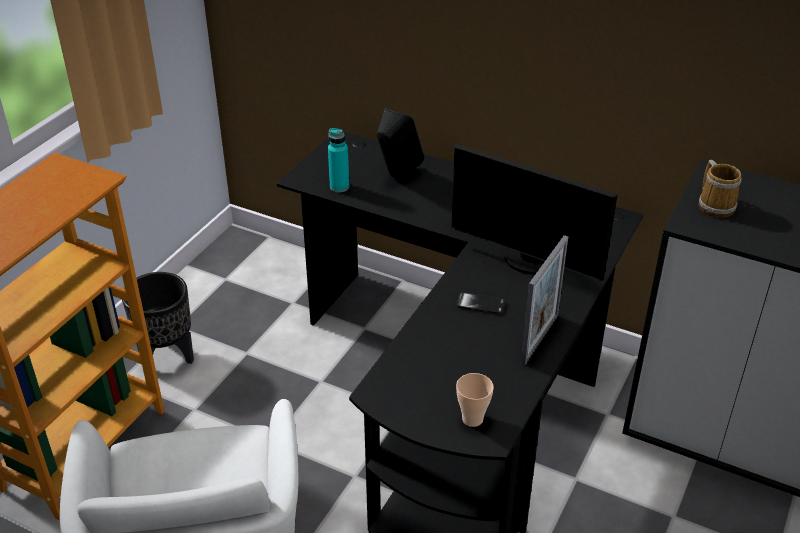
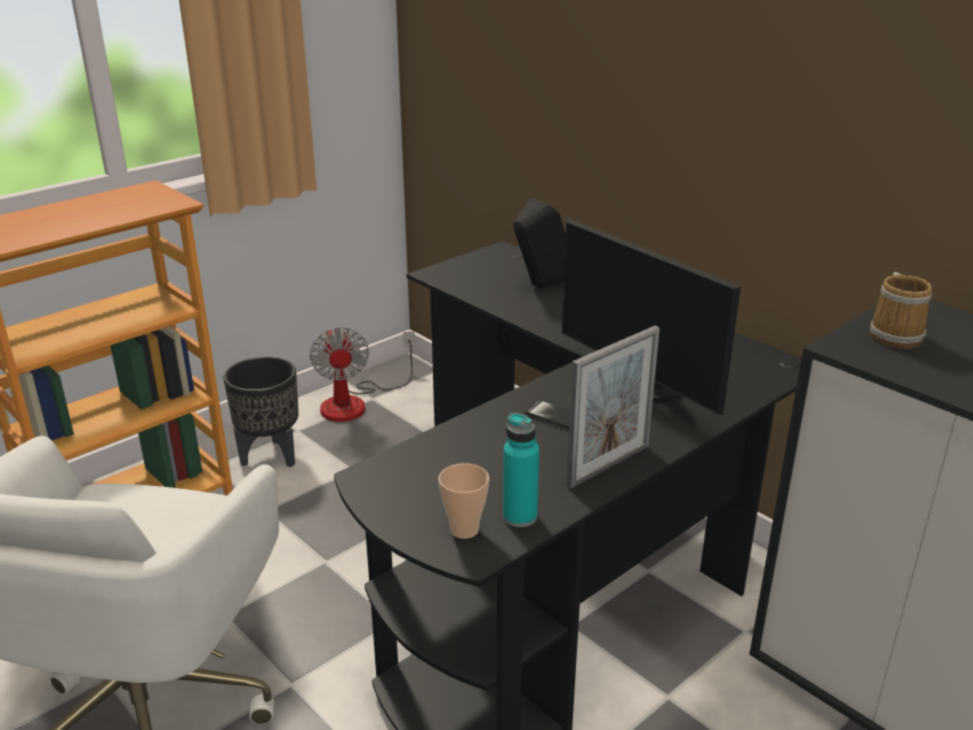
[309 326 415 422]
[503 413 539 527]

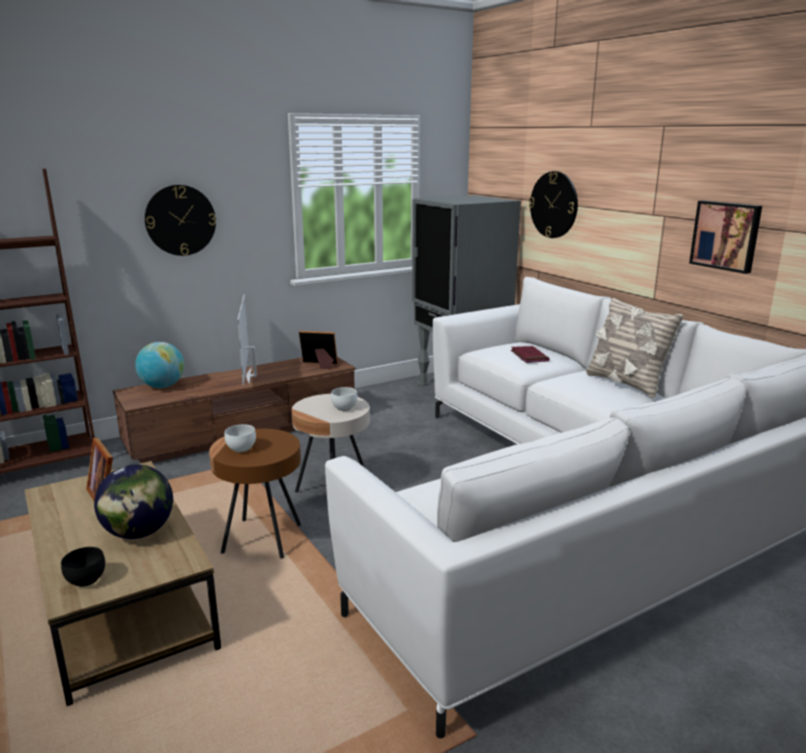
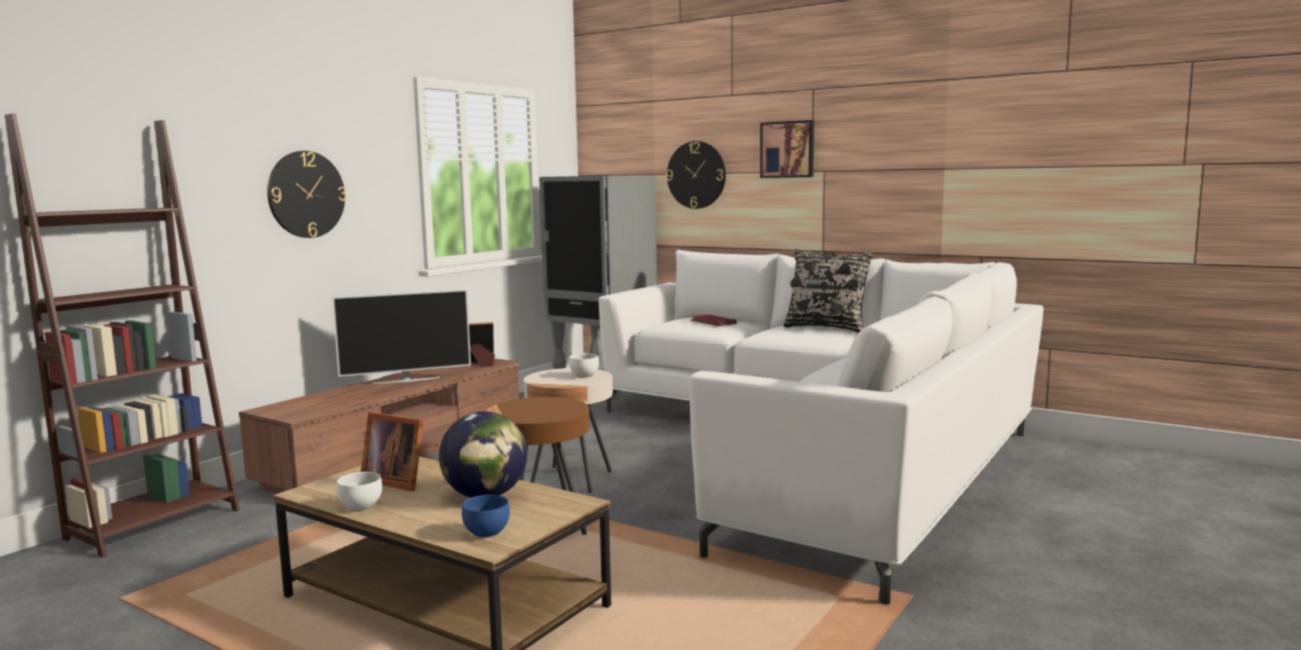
[332 290 471 384]
[337 472 382 511]
[462 495 510 538]
[760 120 814 178]
[784 249 873 333]
[135 342 184 388] (first image)

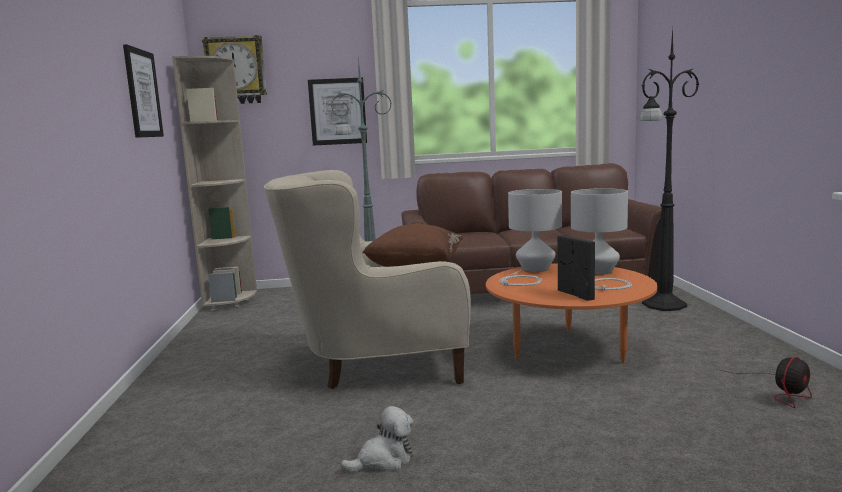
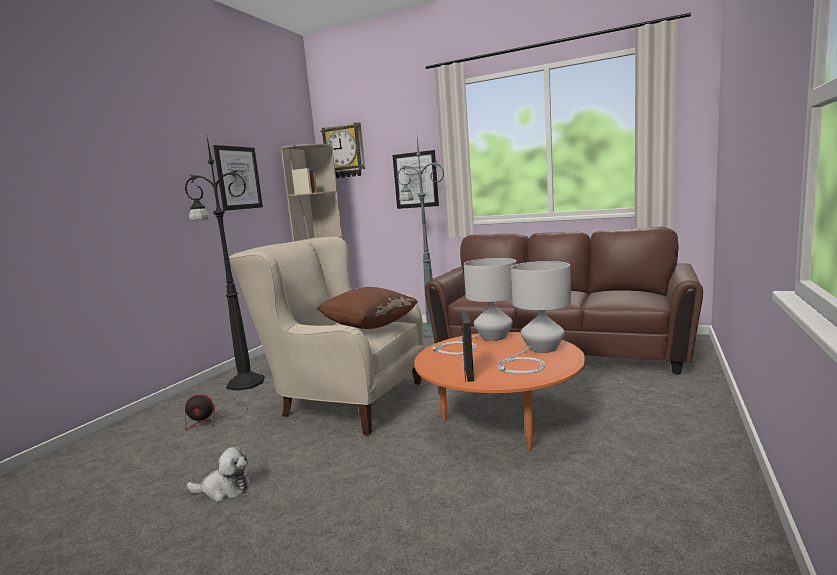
[184 137 265 391]
[185 394 248 429]

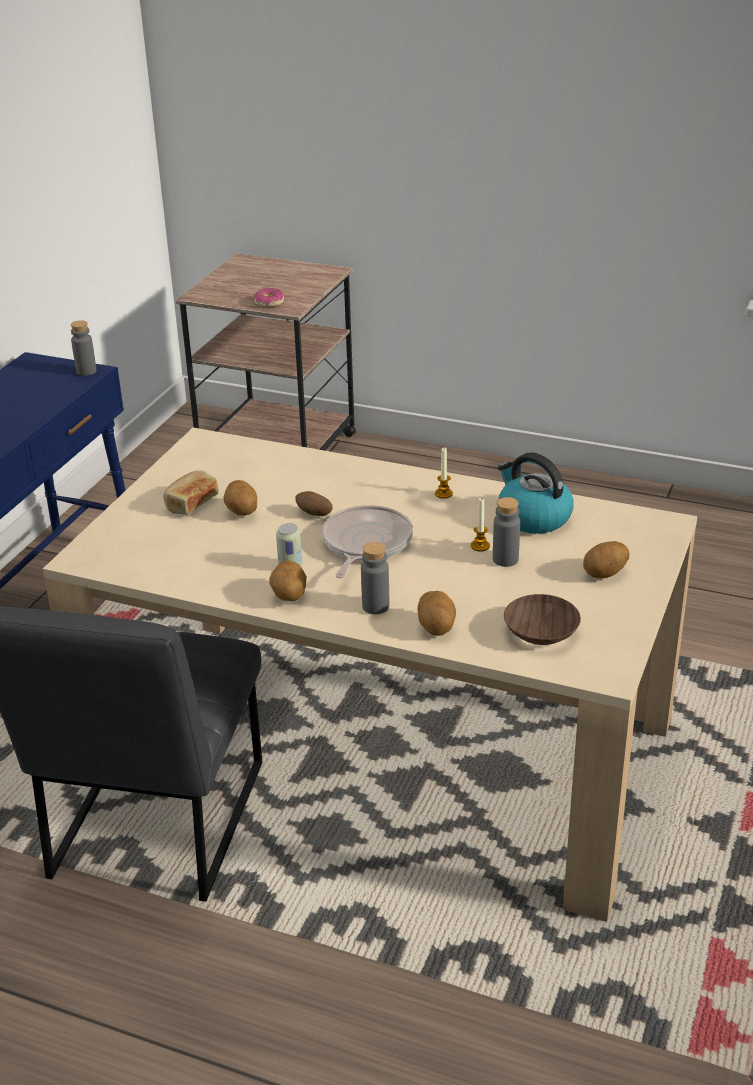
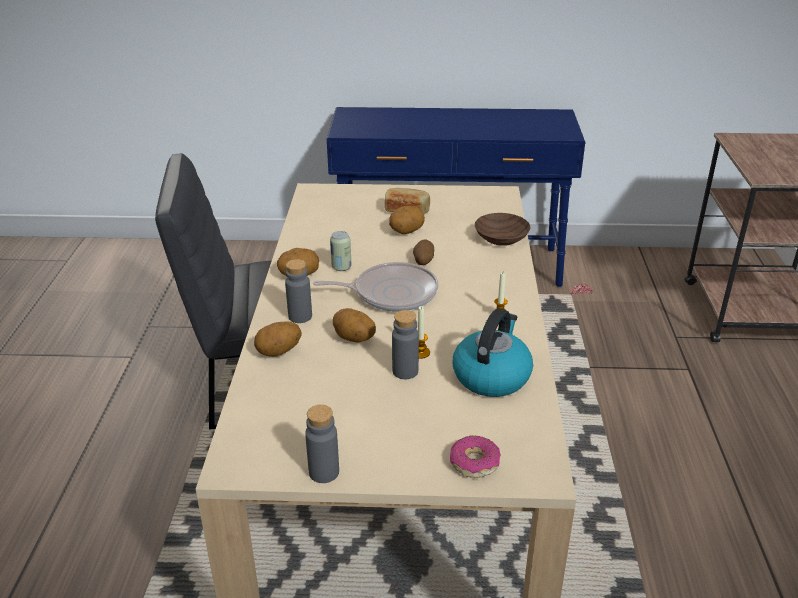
[305 405 339 483]
[333 308 376 342]
[450 435 501 478]
[475 213 531 246]

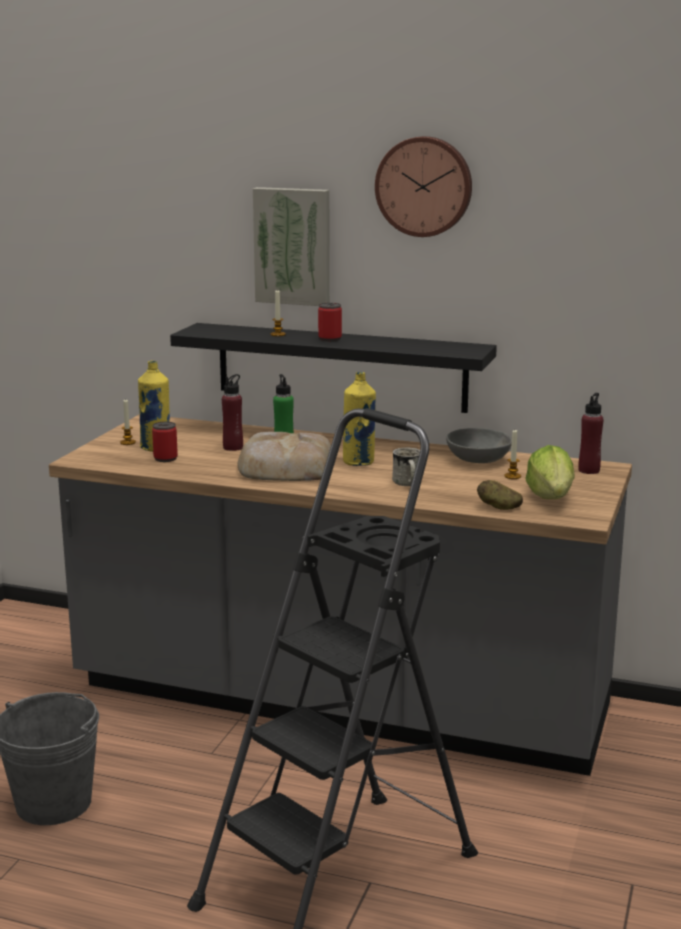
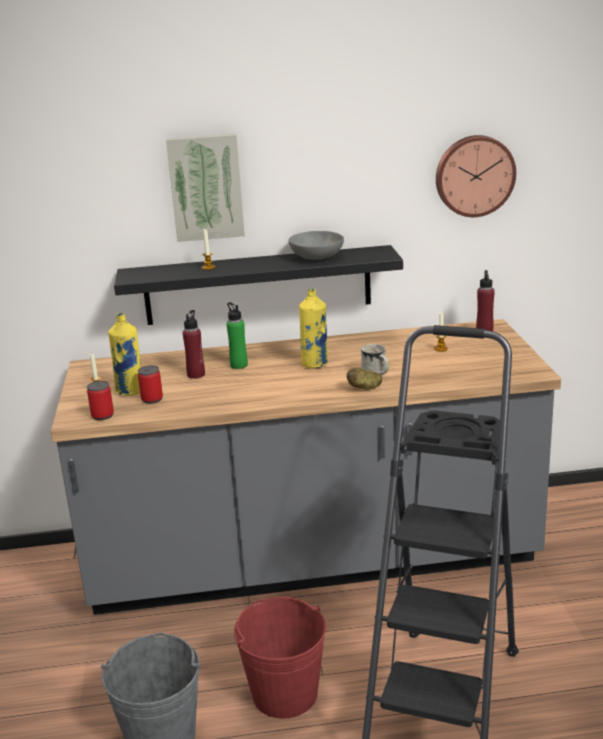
[87 381 114 420]
[234 597 326 719]
[289 231 344 260]
[347 368 382 390]
[436 135 516 217]
[237 432 331 481] (first image)
[525 445 574 499] (first image)

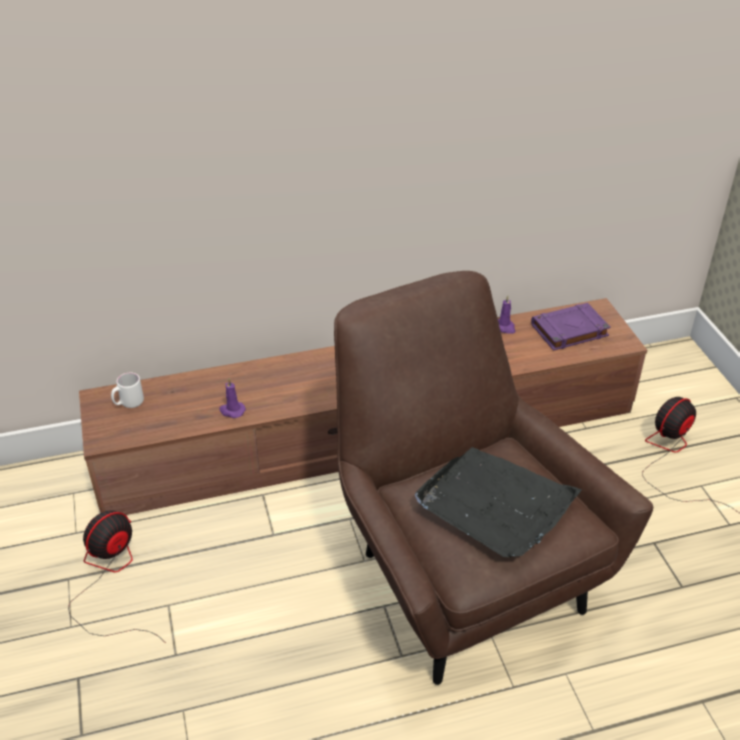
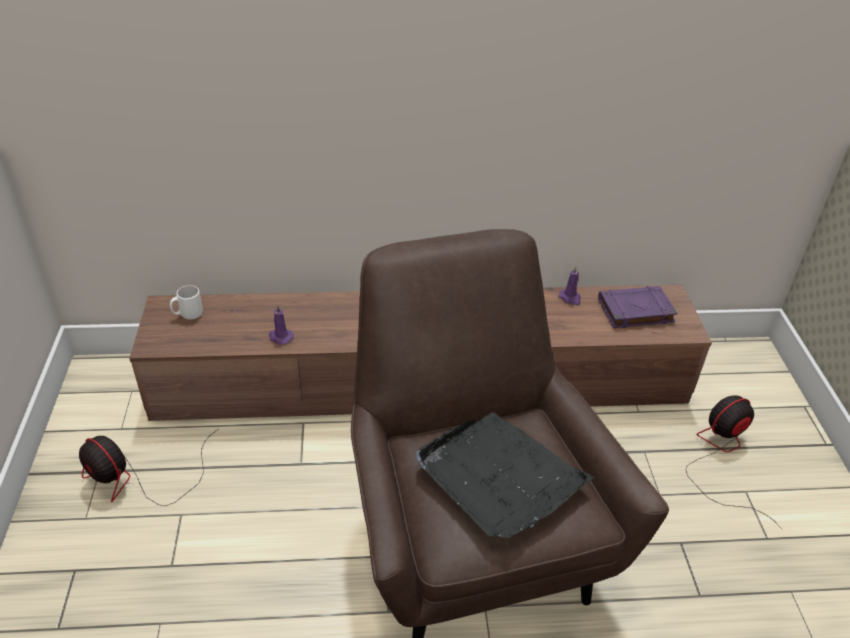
[79 429 218 506]

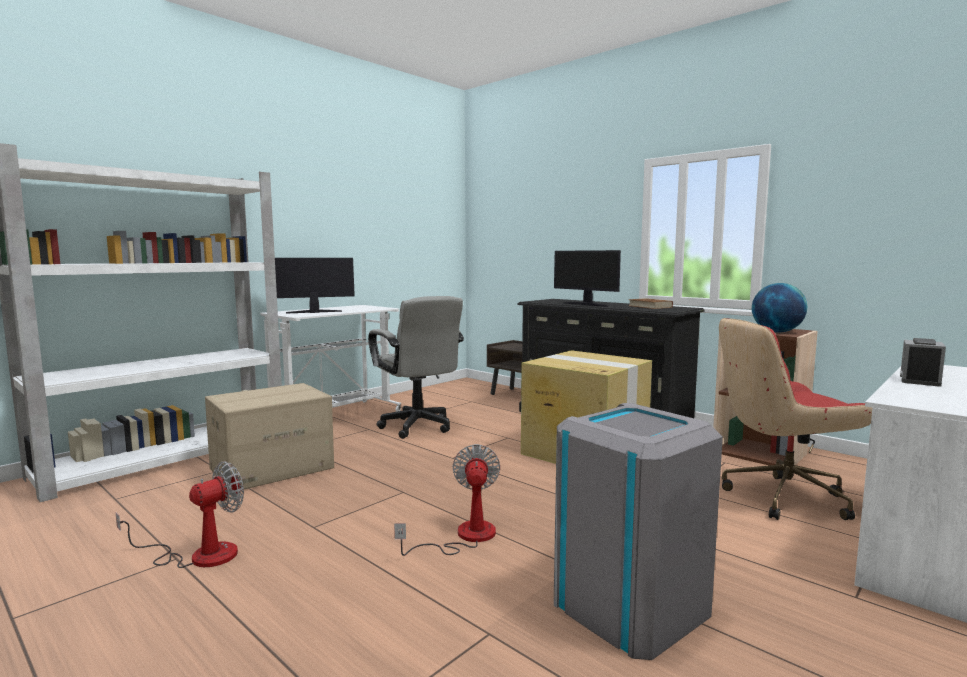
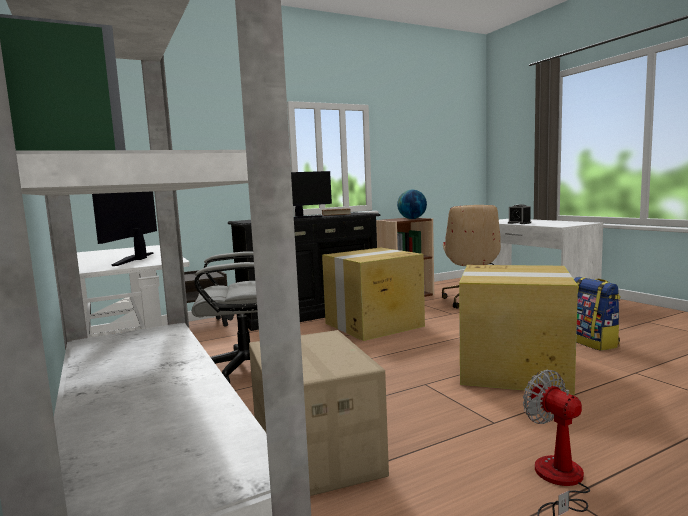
[459 265 578 395]
[574 277 621 351]

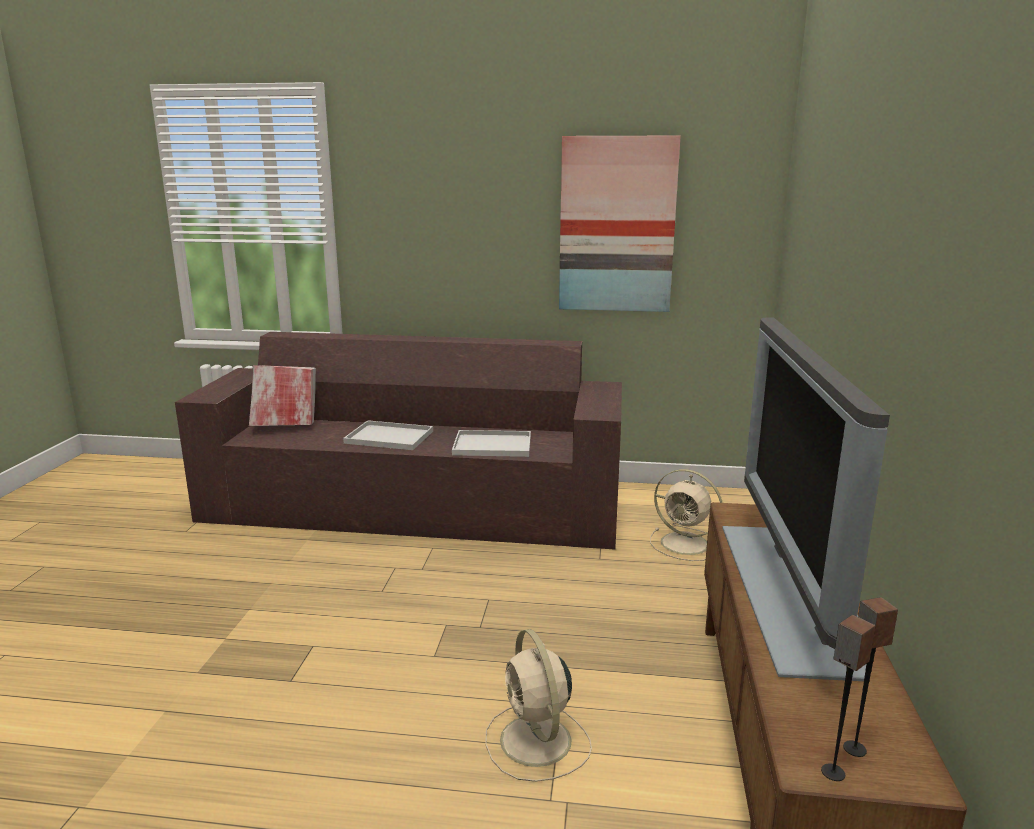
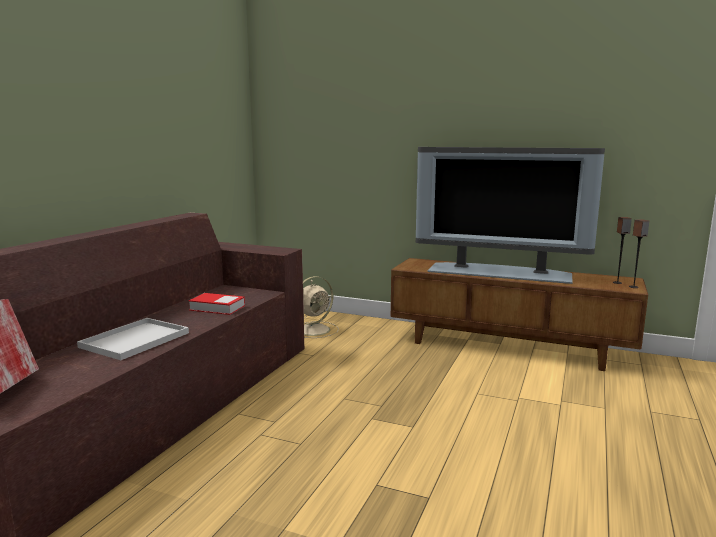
[189 293 245 315]
[485 629 592 782] (first image)
[559 136 681 312] (first image)

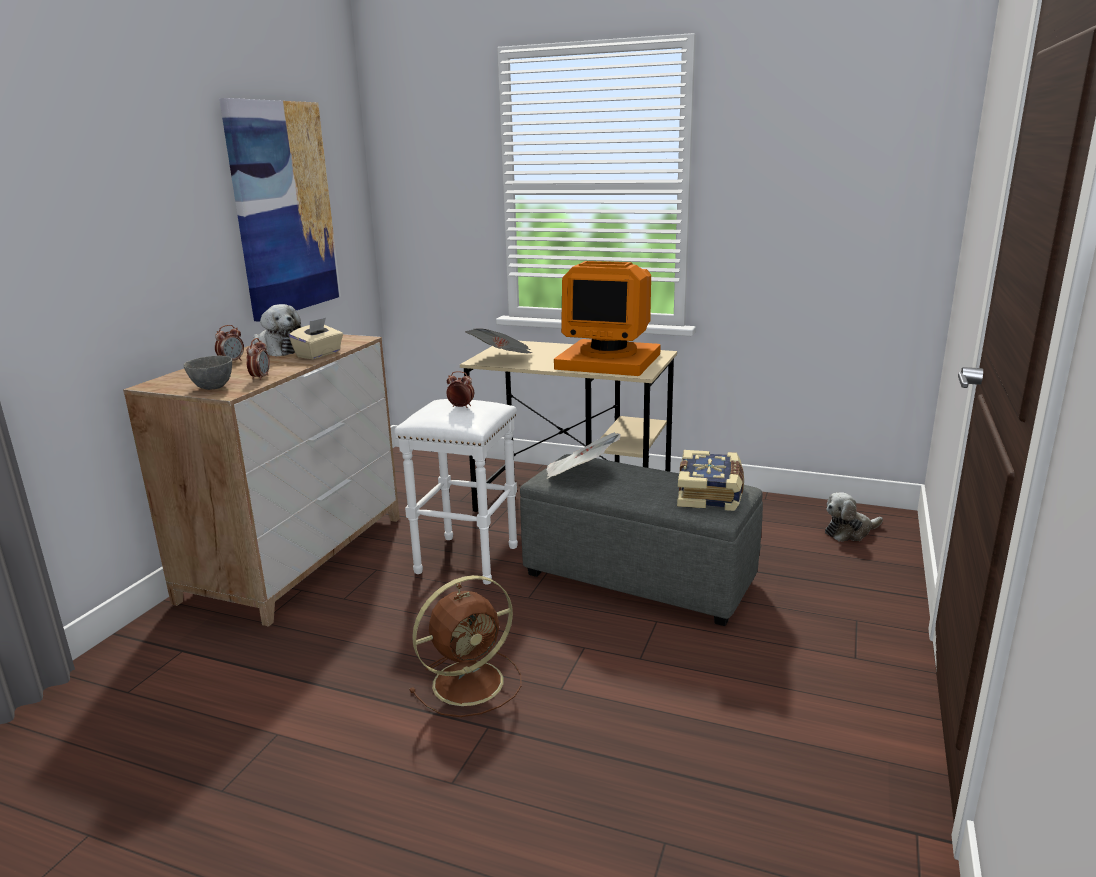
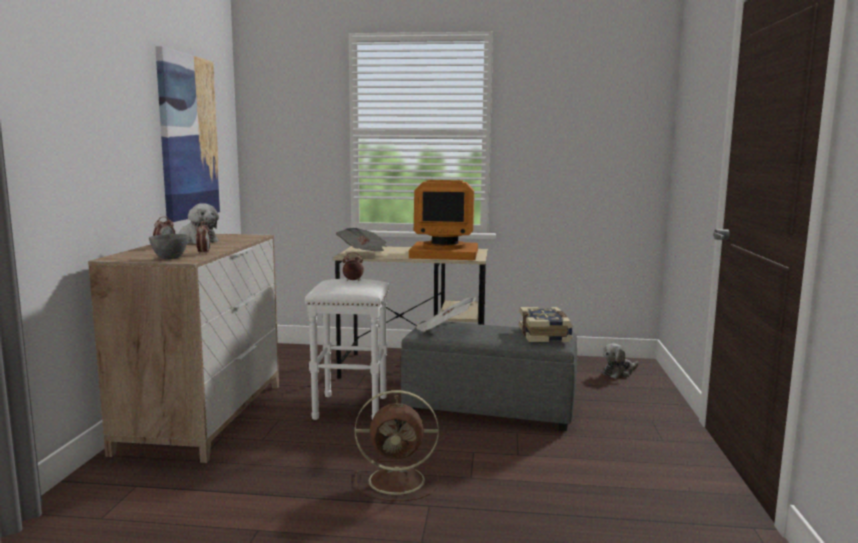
[355 390 439 501]
[289 318 343 359] (first image)

